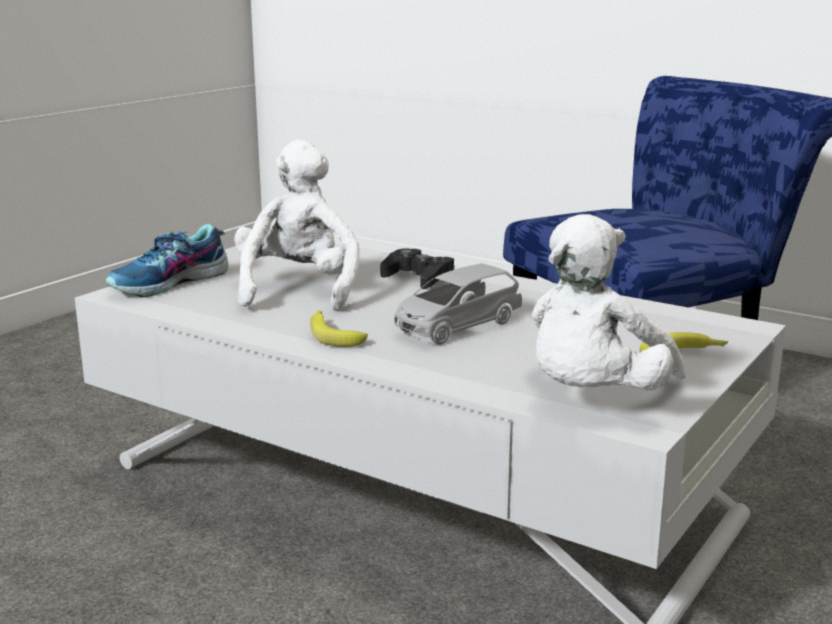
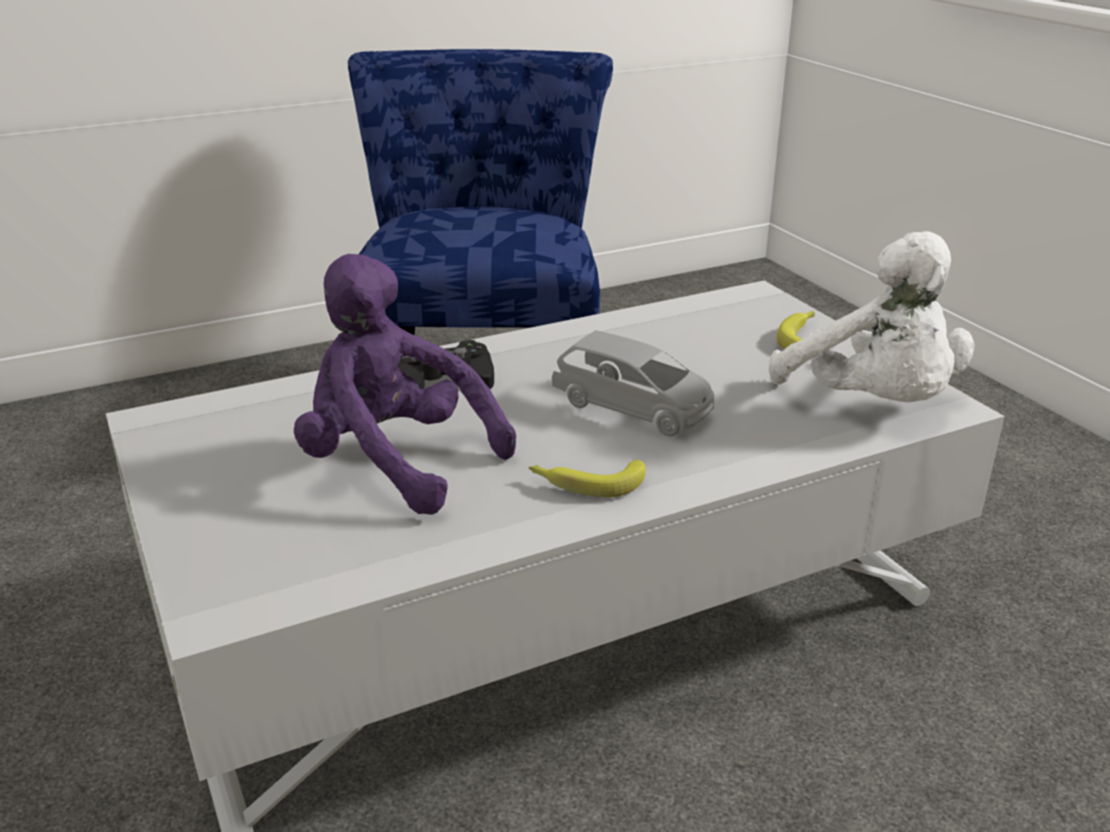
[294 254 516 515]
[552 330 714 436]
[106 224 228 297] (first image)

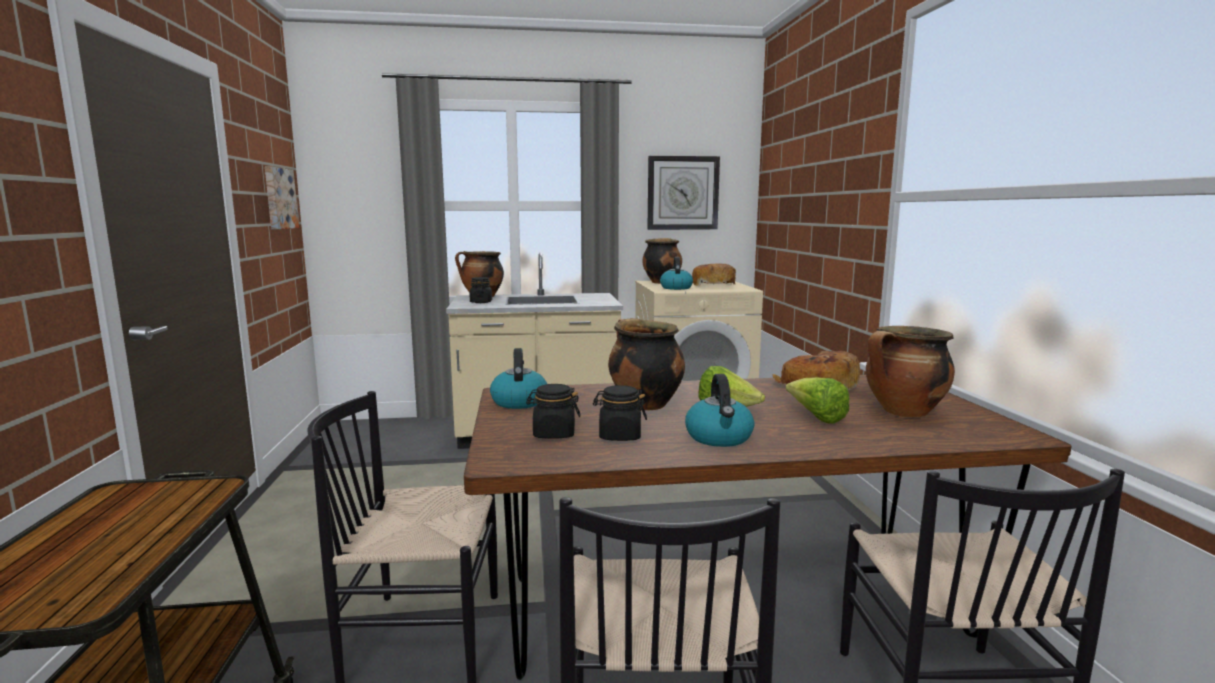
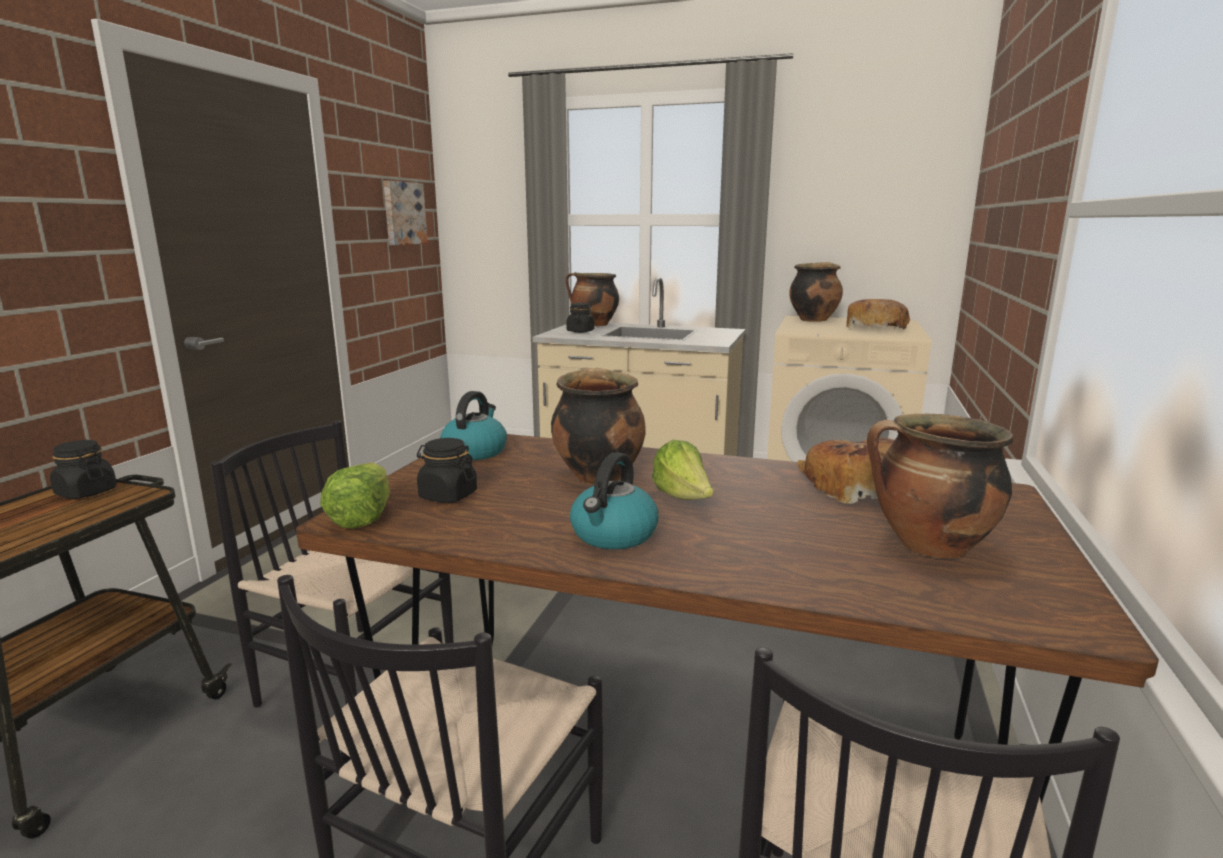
[50 440 117 499]
[320 462 390 529]
[647 156 720 230] (first image)
[660 257 693 290] (first image)

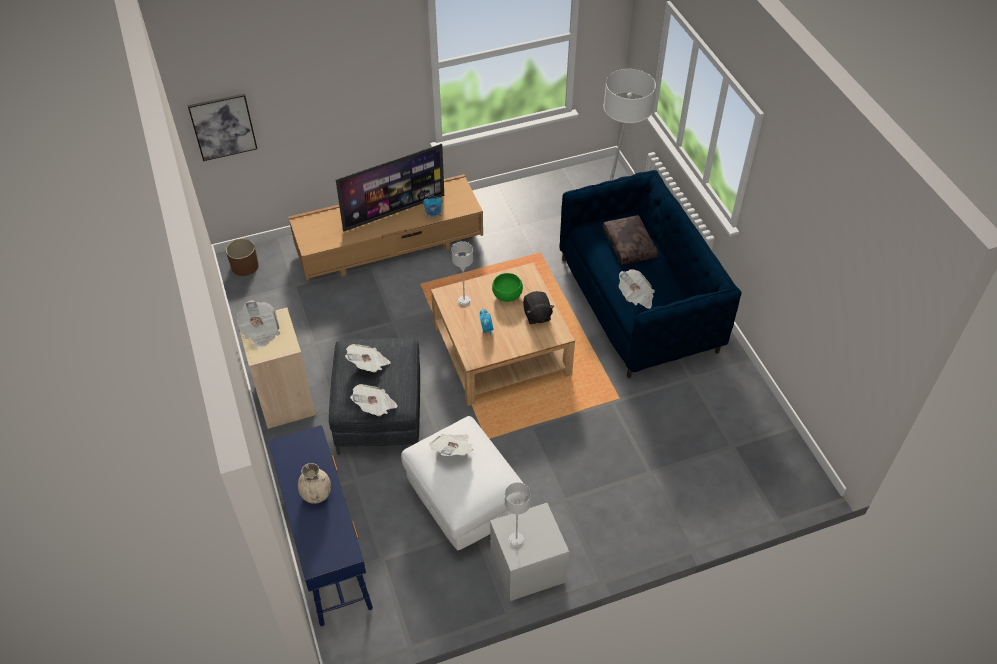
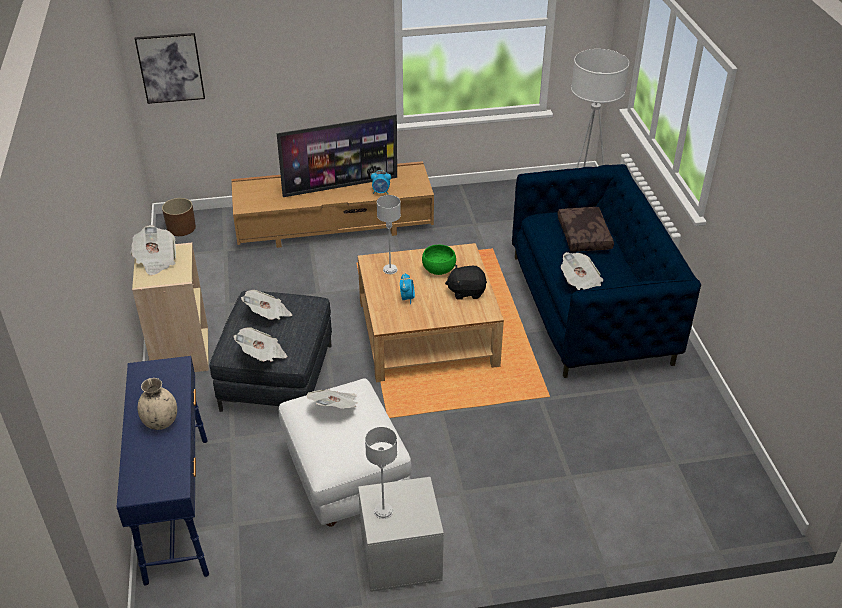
[445 264 487 300]

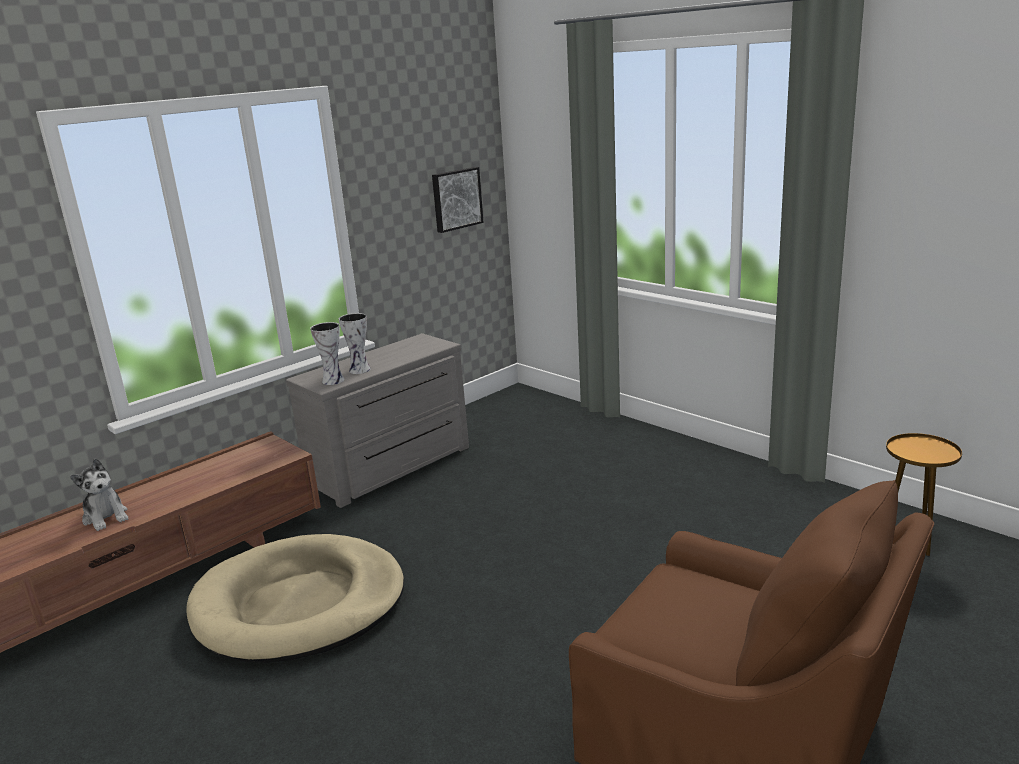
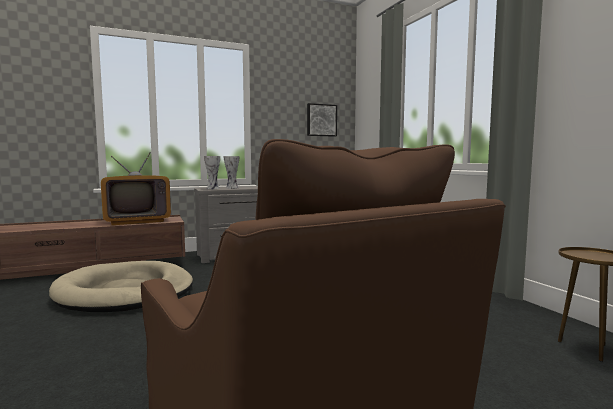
[101 152 171 225]
[70 458 129 531] (first image)

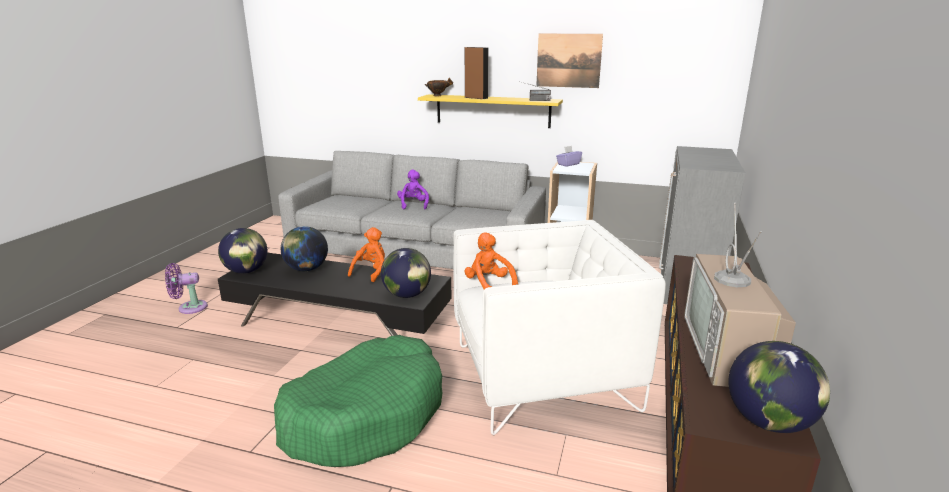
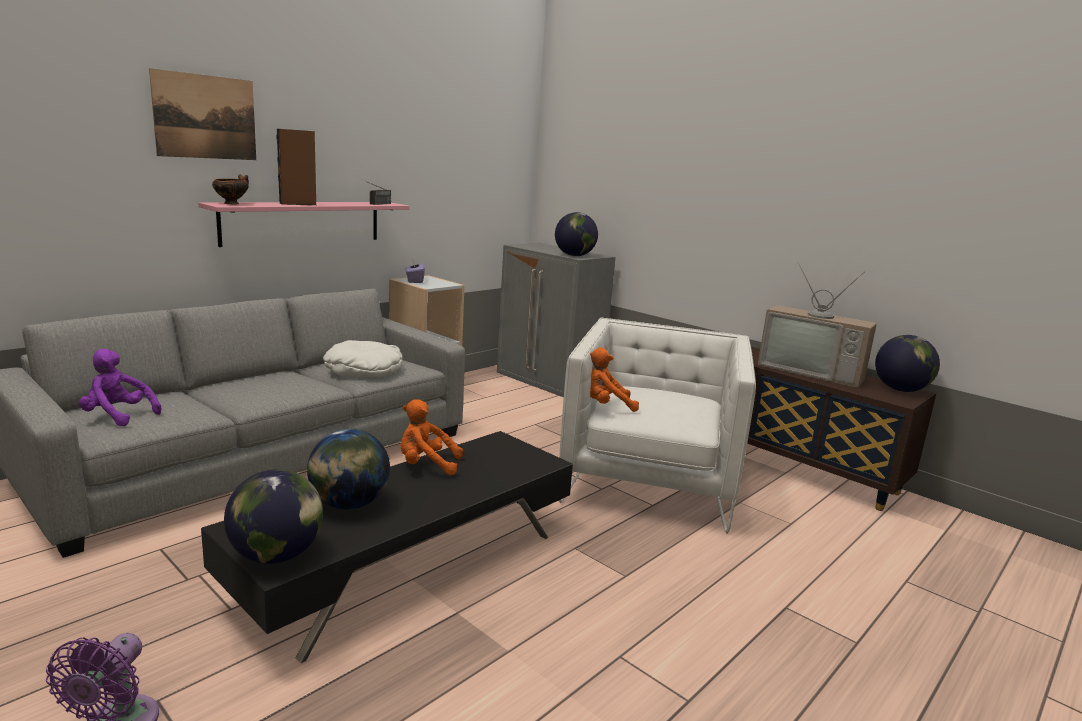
[79 349 161 426]
[149 68 256 160]
[198 202 410 247]
[323 340 403 378]
[400 399 463 475]
[555 212 598 256]
[274 335 442 467] (first image)

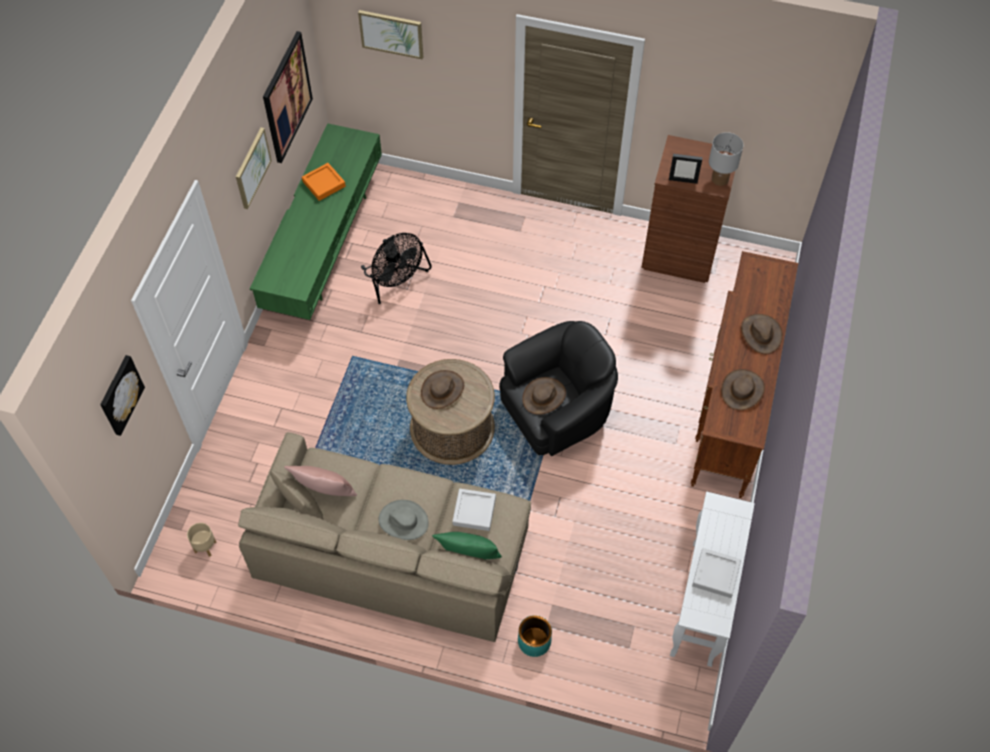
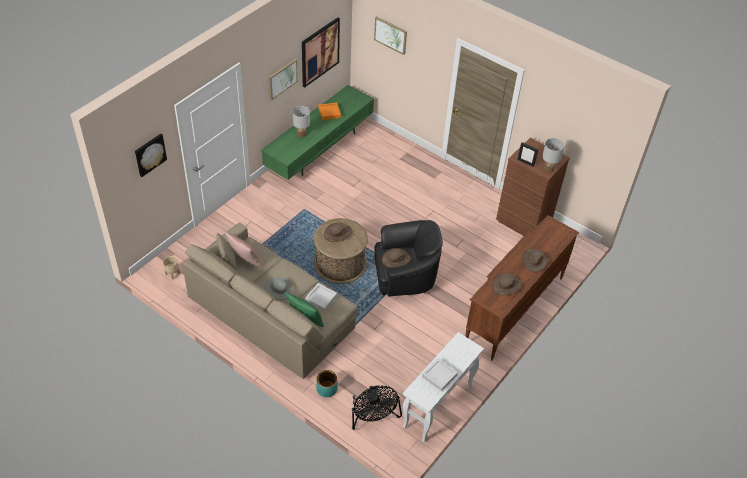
[293 106 310 137]
[352 385 402 430]

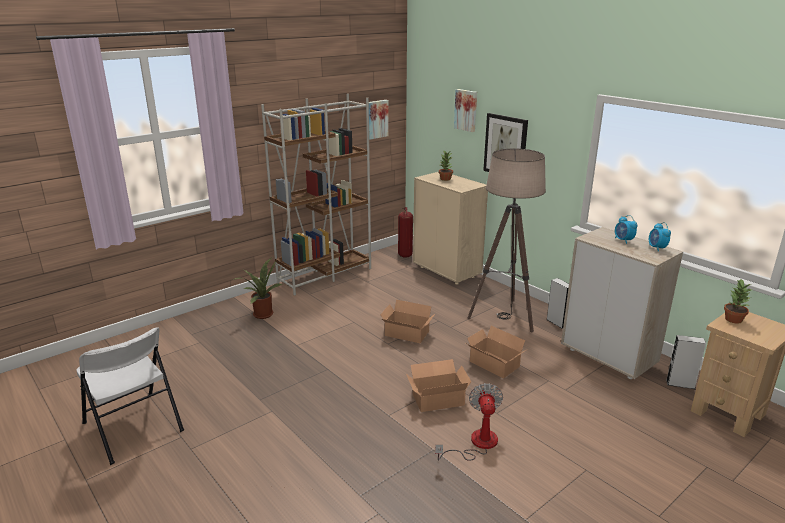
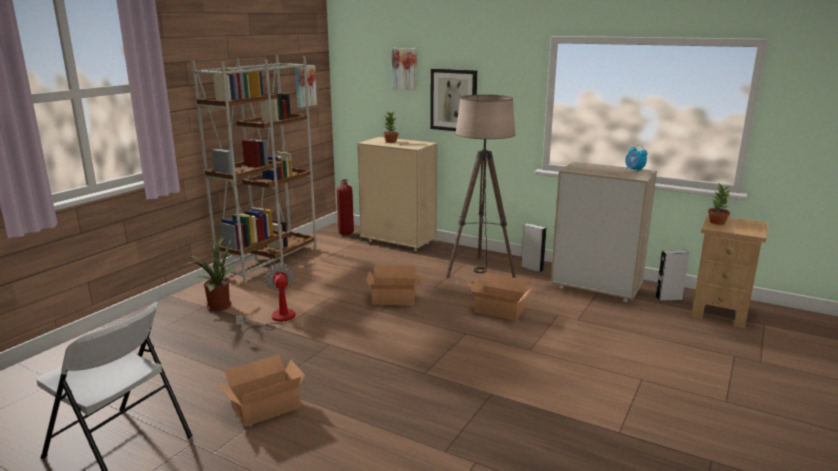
[219 354 305 427]
[236 263 296 334]
[615 215 638 244] (first image)

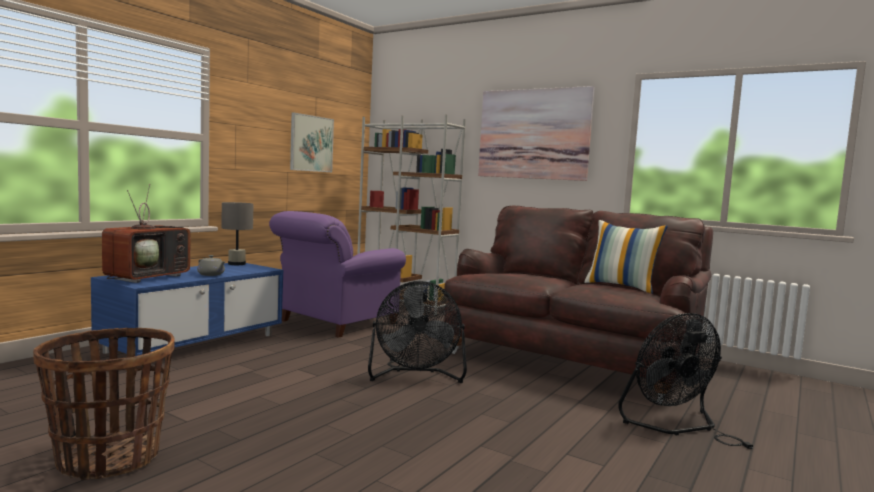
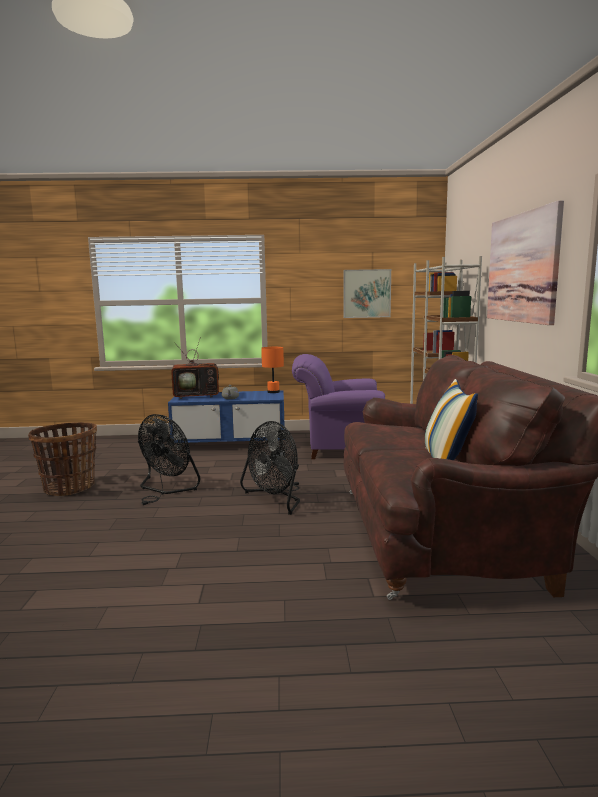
[138 414 200 505]
[261 347 284 393]

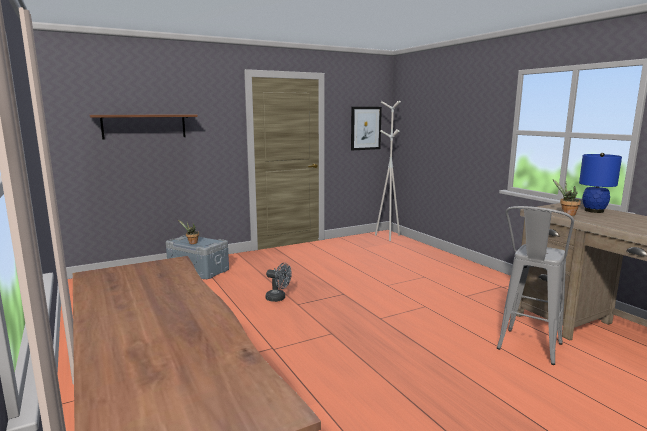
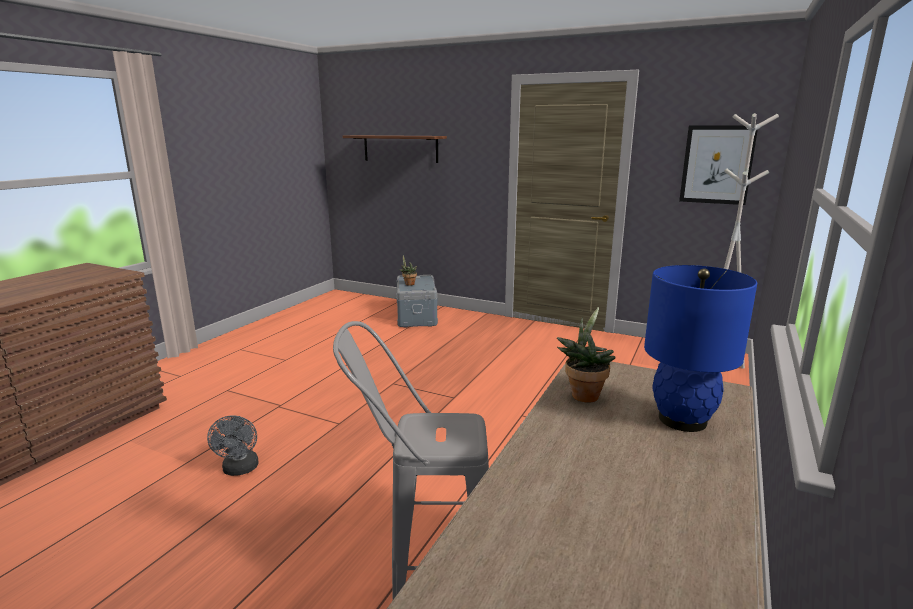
[207 416 259 476]

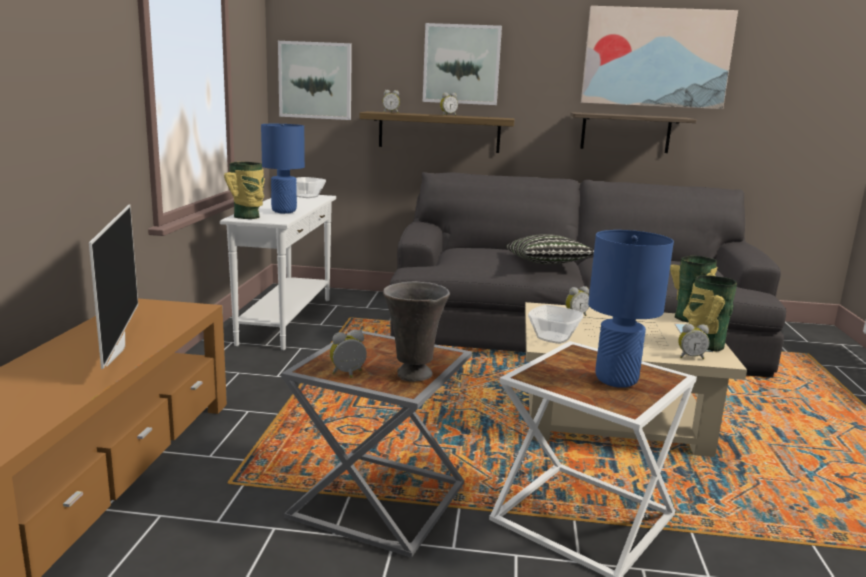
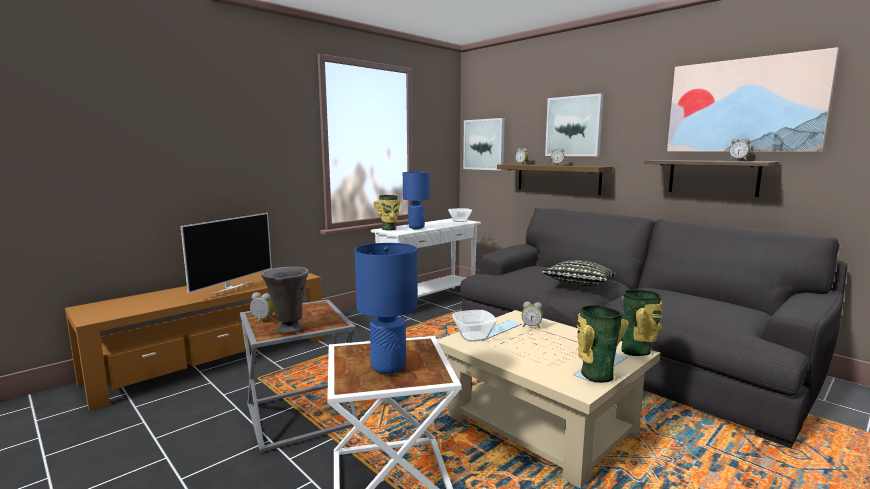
[729 138 750 161]

